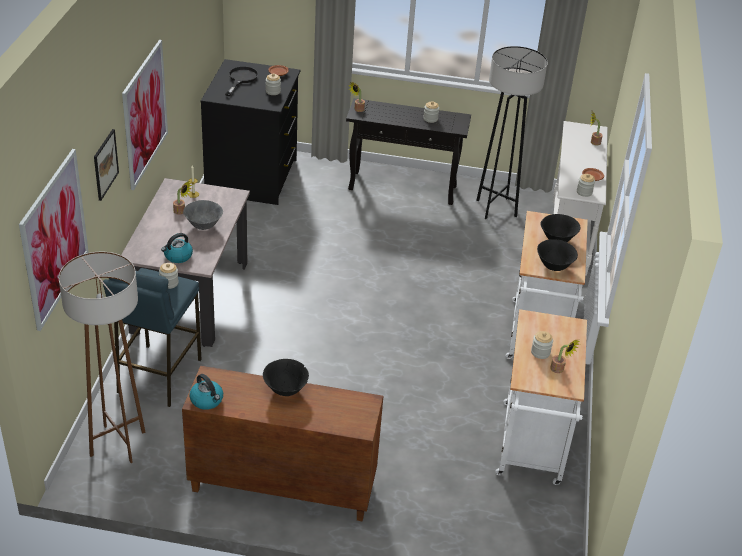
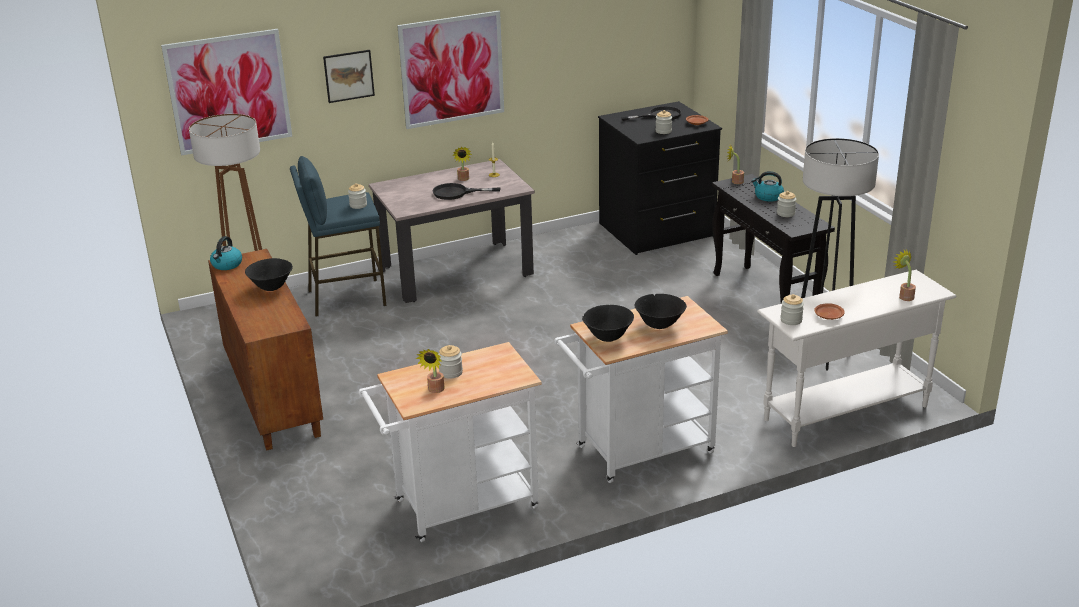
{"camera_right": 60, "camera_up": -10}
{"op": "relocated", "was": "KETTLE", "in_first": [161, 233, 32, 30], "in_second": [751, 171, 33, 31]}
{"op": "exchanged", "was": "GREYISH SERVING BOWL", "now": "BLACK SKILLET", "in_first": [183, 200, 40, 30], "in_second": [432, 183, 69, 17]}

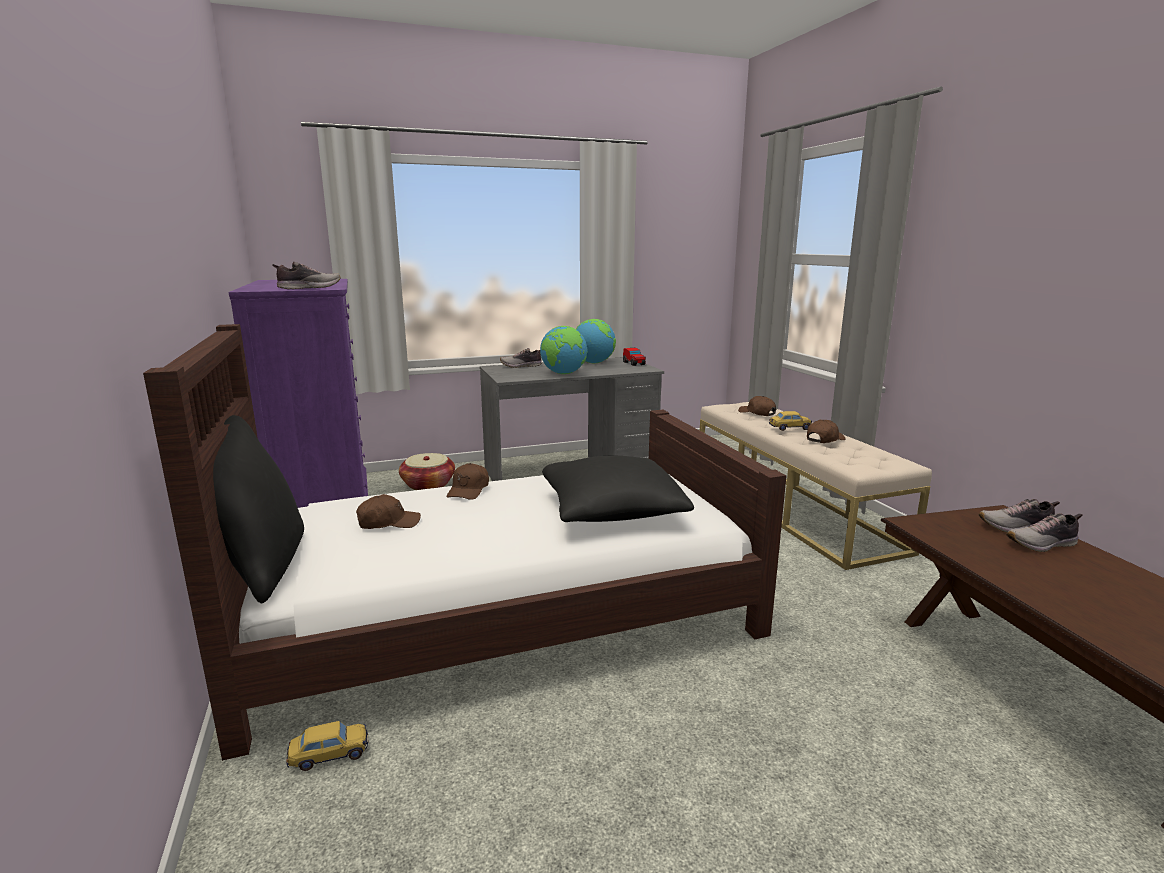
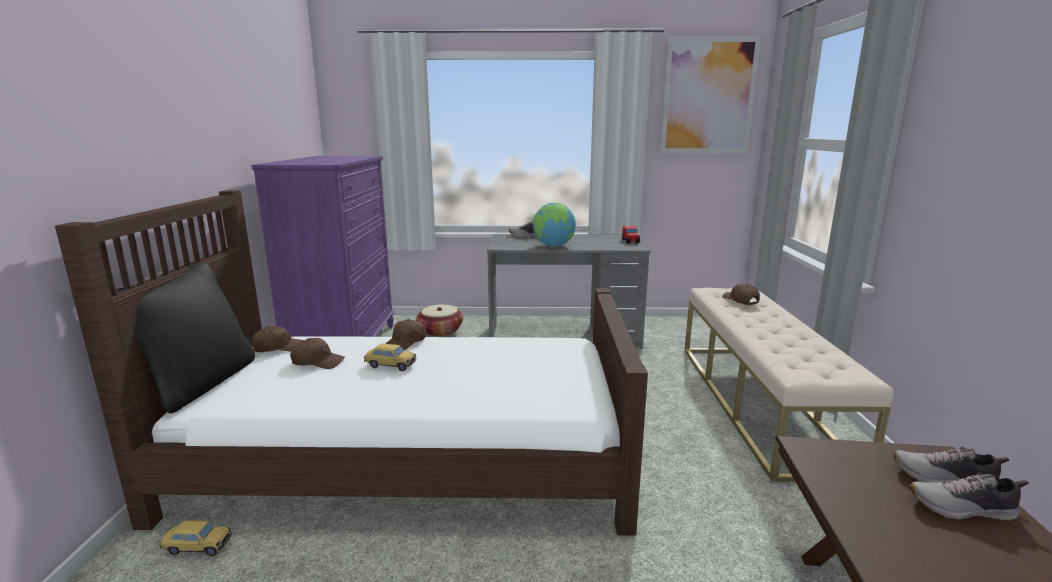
{"camera_right": 20, "camera_up": 0}
{"op": "missing", "was": "LOW SHOE", "in_first": [272, 262, 68, 27]}
{"op": "missing", "was": "BLACK CUSHION", "in_first": [542, 456, 152, 66]}
{"op": "missing", "was": "WORLD GLOBE", "in_first": [576, 319, 40, 44]}
{"op": "appeared", "now": "WALL PICTURE", "in_second": [660, 36, 101, 117]}
{"op": "relocated", "was": "MODEL CAR", "in_first": [769, 411, 43, 20], "in_second": [364, 344, 52, 27]}
{"op": "relocated", "was": "BROWNISH PEAKED CAP", "in_first": [807, 420, 38, 23], "in_second": [251, 325, 53, 27]}

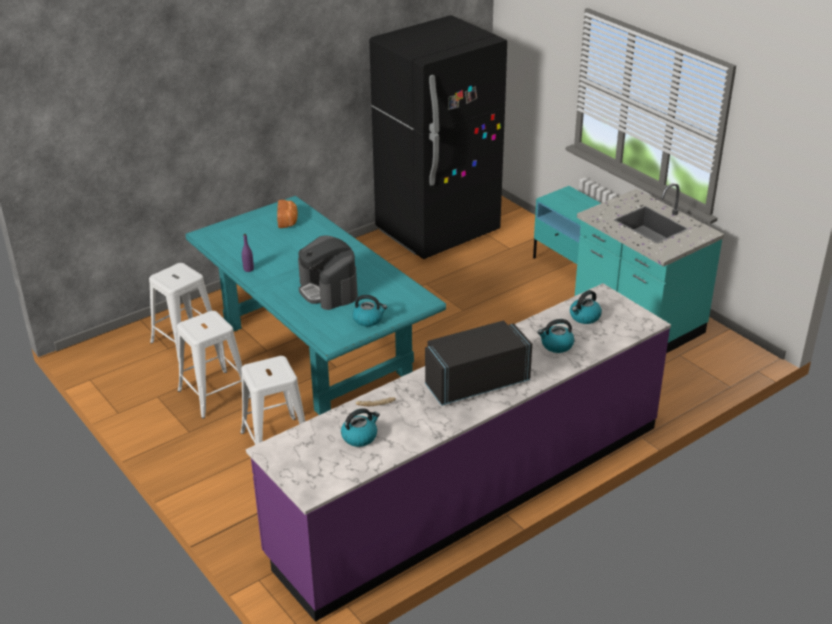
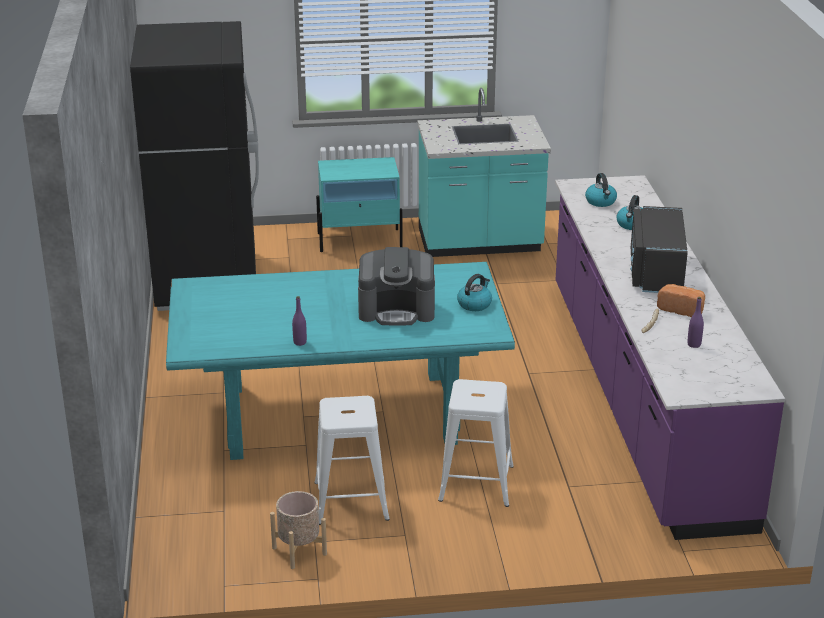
{"camera_right": -60, "camera_up": -5}
{"op": "missing", "was": "WHITE-COLOURED SITTING STOOL", "in_first": [149, 263, 63, 99]}
{"op": "appeared", "now": "BEIGE PLANT POT", "in_second": [270, 491, 57, 78]}
{"op": "relocated", "was": "BAKED BREAD", "in_first": [277, 200, 21, 28], "in_second": [657, 284, 48, 33]}
{"op": "exchanged", "was": "KETTLE", "now": "PURPLISH BEVERAGE BOTTLE", "in_first": [341, 408, 39, 39], "in_second": [688, 297, 16, 51]}

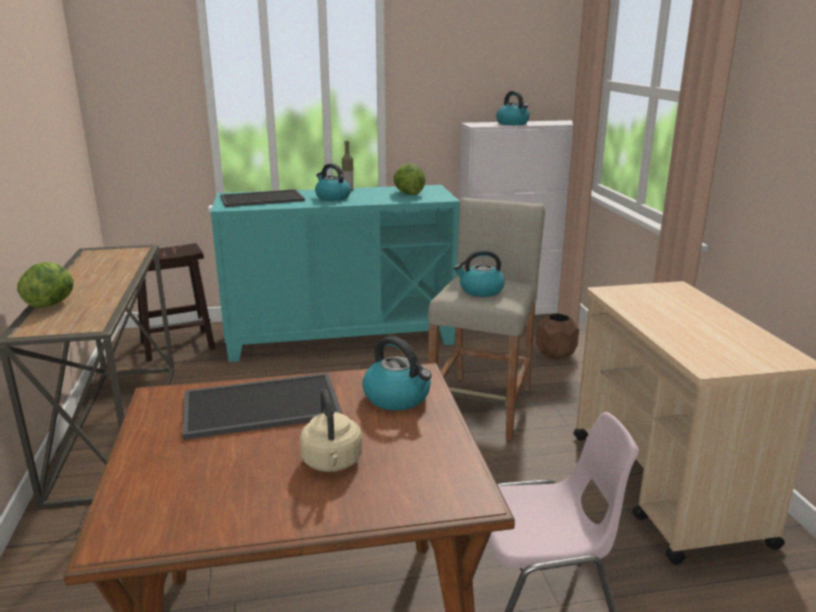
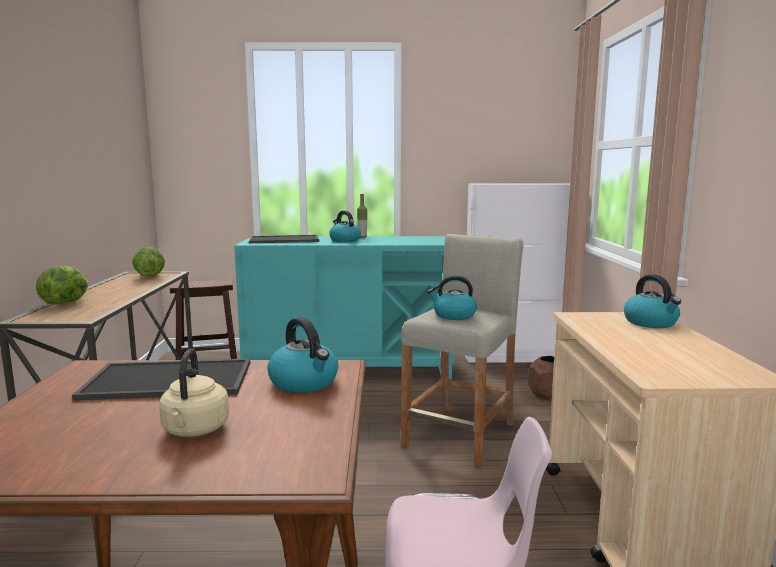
{"camera_right": 10, "camera_up": -10}
{"op": "relocated", "was": "HEAD OF LETTUCE", "in_first": [393, 163, 33, 32], "in_second": [132, 246, 33, 32]}
{"op": "relocated", "was": "KETTLE", "in_first": [496, 91, 34, 34], "in_second": [624, 274, 57, 54]}

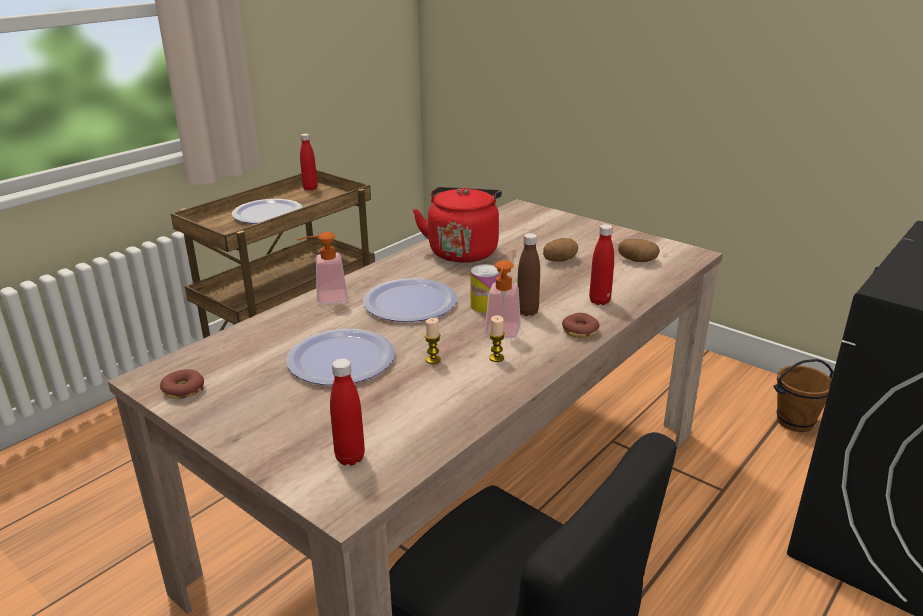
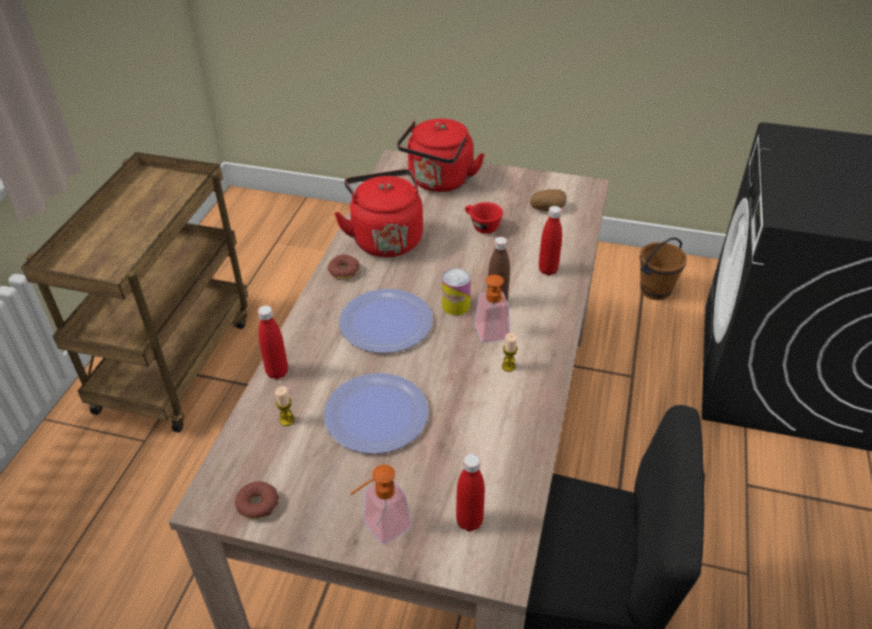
{"camera_right": -25, "camera_up": 15}
{"op": "missing", "was": "DINNER PLATE", "in_first": [232, 199, 71, 25]}
{"op": "appeared", "now": "RED KETTLE", "in_second": [397, 119, 88, 73]}
{"op": "relocated", "was": "LIQUID SOAP BOTTLE", "in_first": [296, 232, 52, 72], "in_second": [350, 465, 62, 79]}
{"op": "relocated", "was": "RED BEVERAGE BOTTLE", "in_first": [300, 134, 18, 56], "in_second": [258, 305, 30, 74]}
{"op": "relocated", "was": "CANDLE", "in_first": [425, 318, 16, 46], "in_second": [275, 386, 20, 40]}
{"op": "relocated", "was": "DONUT", "in_first": [562, 313, 37, 25], "in_second": [328, 255, 32, 25]}
{"op": "exchanged", "was": "WHOLE POTATO", "now": "RED CUP", "in_first": [543, 238, 35, 24], "in_second": [465, 202, 38, 32]}

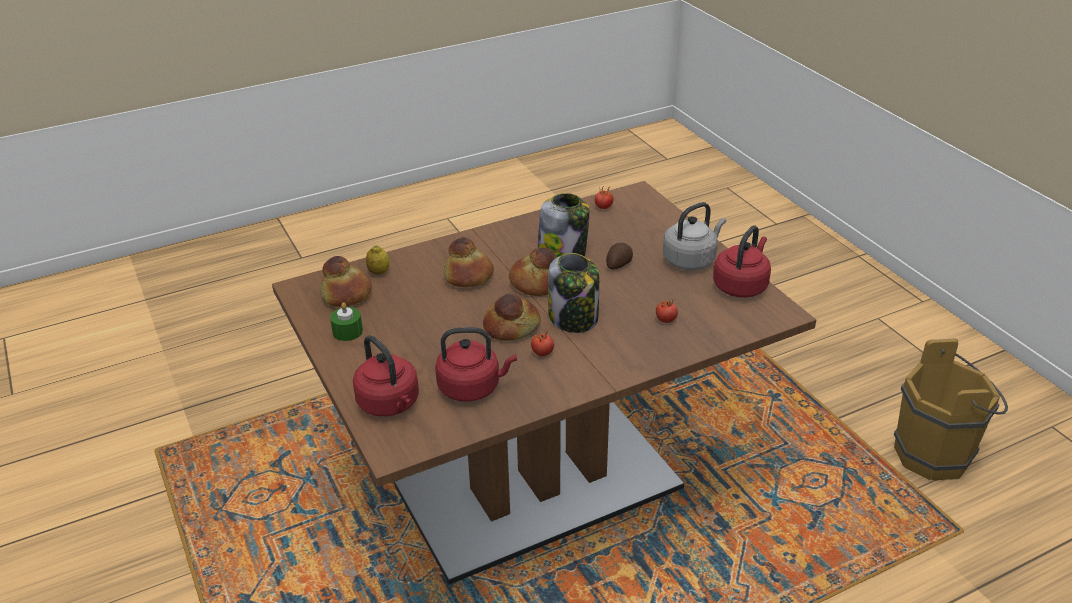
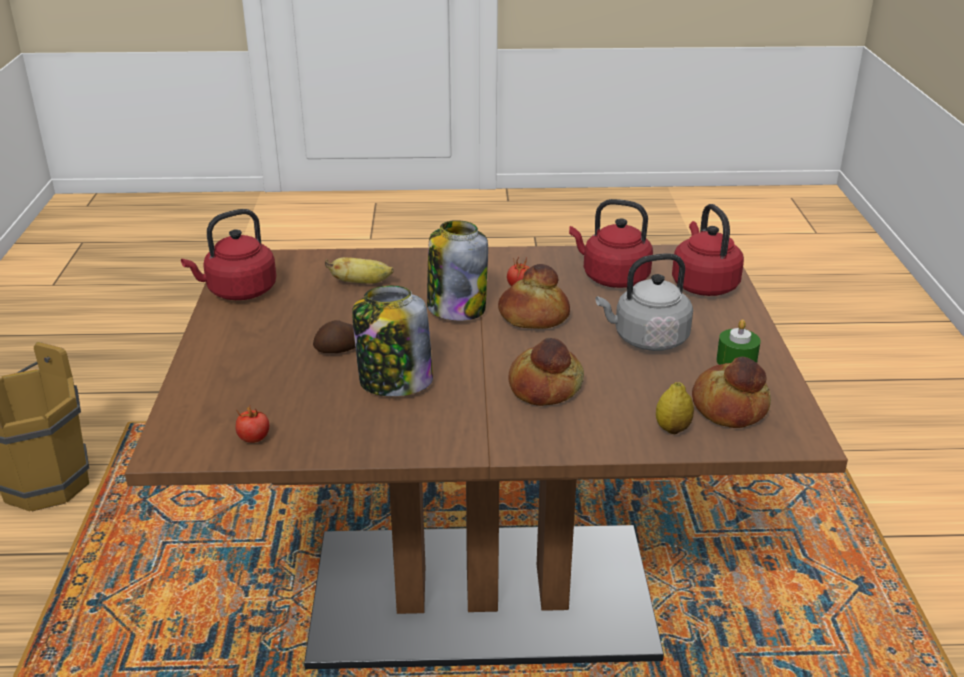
{"camera_right": -155, "camera_up": -5}
{"op": "missing", "was": "BAKED BREAD", "in_first": [509, 248, 47, 48]}
{"op": "relocated", "was": "GREYISH KETTLE", "in_first": [663, 202, 63, 68], "in_second": [596, 254, 97, 97]}
{"op": "exchanged", "was": "FRESH TOMATO", "now": "BANANA", "in_first": [656, 300, 22, 23], "in_second": [325, 257, 69, 27]}

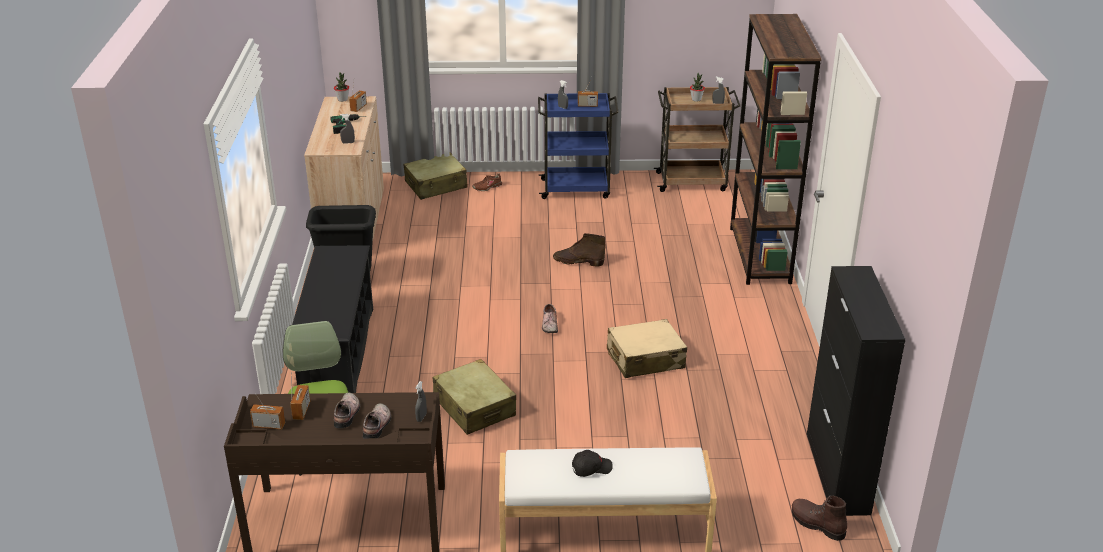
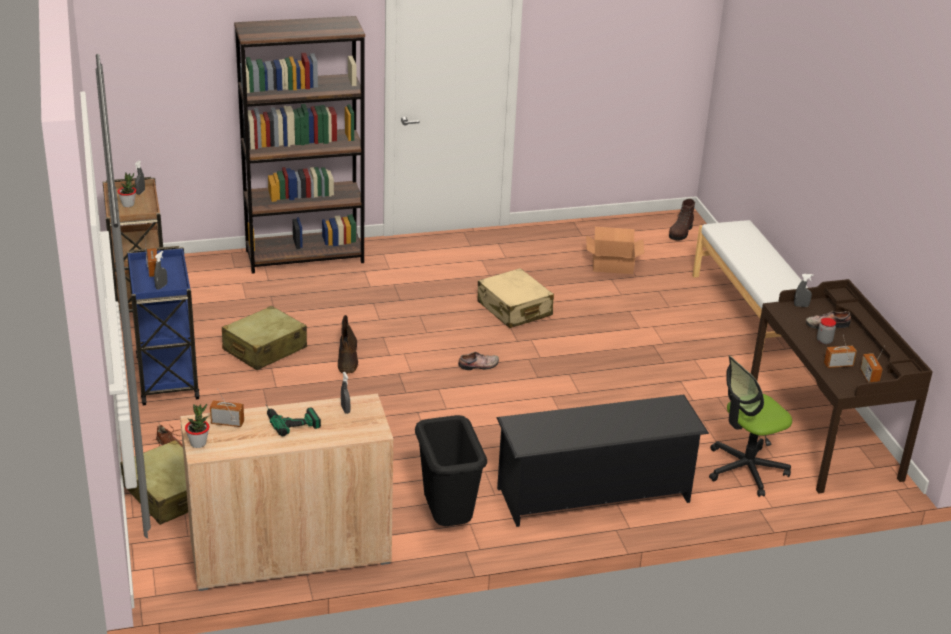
{"camera_right": -105, "camera_up": 0}
{"op": "missing", "was": "BLACK PEAKED CAP", "in_first": [572, 450, 41, 27]}
{"op": "missing", "was": "BLACK CABINET", "in_first": [807, 266, 99, 250]}
{"op": "appeared", "now": "CARDBOARD BOX", "in_second": [586, 227, 58, 47]}
{"op": "relocated", "was": "BEIGE TRAVEL CASE", "in_first": [433, 359, 83, 76], "in_second": [222, 306, 85, 64]}
{"op": "exchanged", "was": "LOW SHOE", "now": "JAR", "in_first": [334, 393, 26, 35], "in_second": [817, 318, 19, 26]}

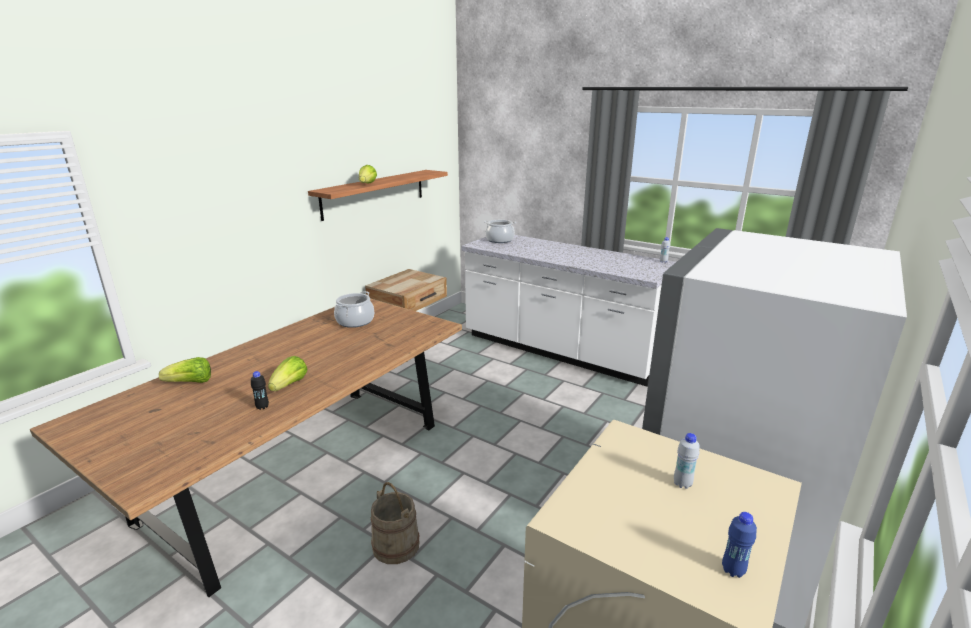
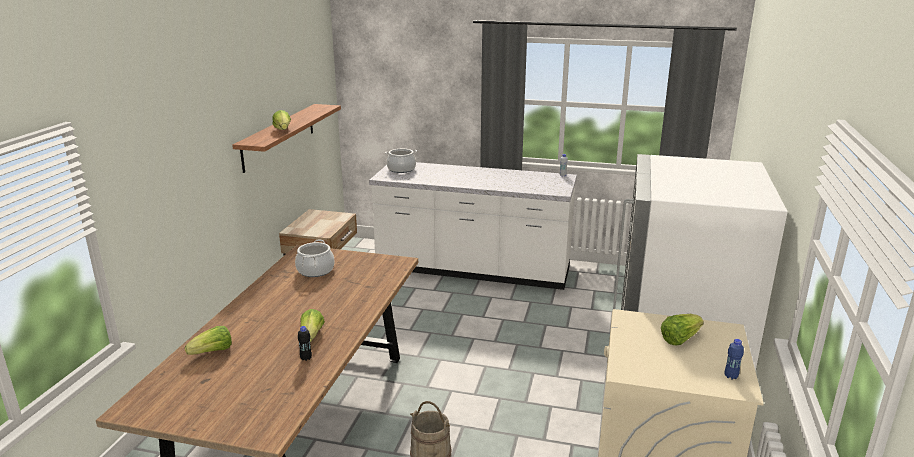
{"camera_right": -20, "camera_up": 0}
{"op": "exchanged", "was": "WHITE-COLOURED BEVERAGE BOTTLE", "now": "HEAD OF LETTUCE", "in_first": [674, 433, 25, 56], "in_second": [661, 314, 43, 31]}

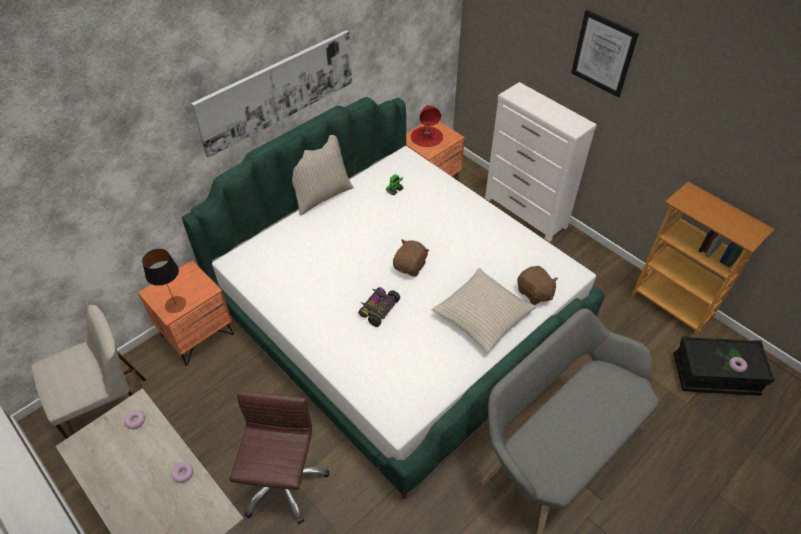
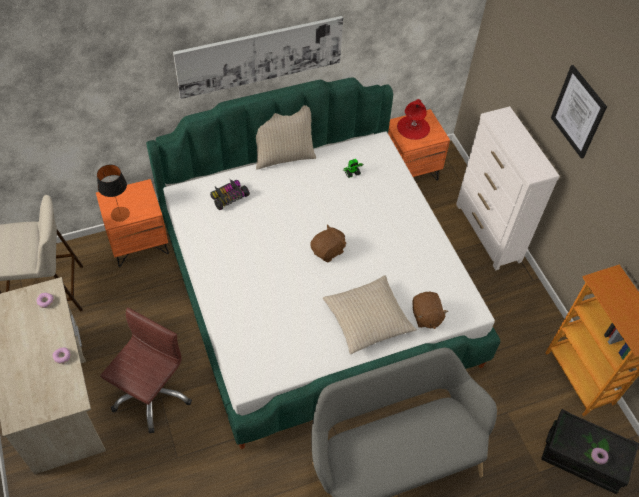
{"camera_right": 20, "camera_up": 5}
{"op": "relocated", "was": "MODEL CAR", "in_first": [358, 287, 42, 40], "in_second": [210, 179, 40, 31]}

